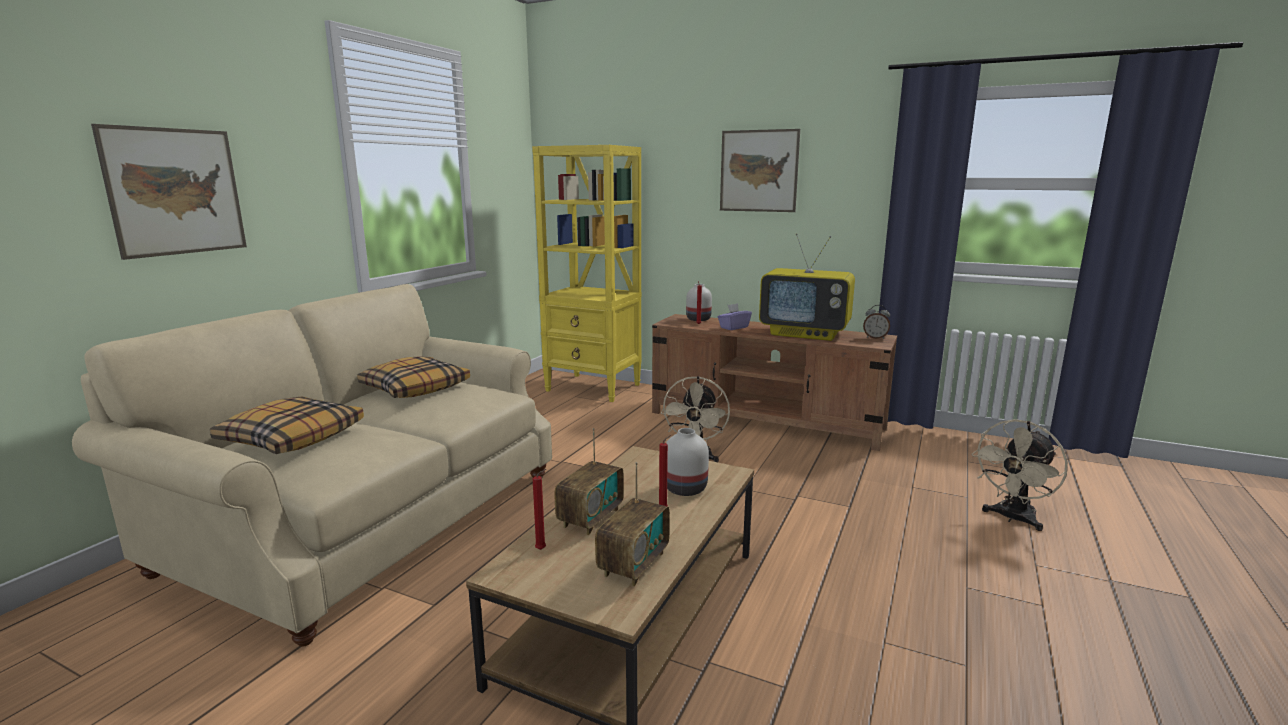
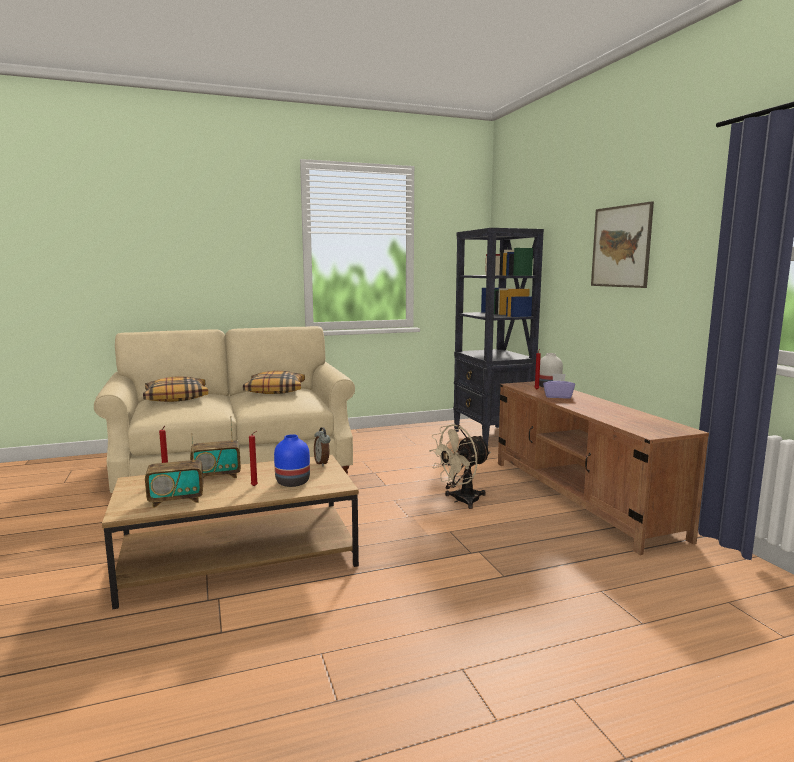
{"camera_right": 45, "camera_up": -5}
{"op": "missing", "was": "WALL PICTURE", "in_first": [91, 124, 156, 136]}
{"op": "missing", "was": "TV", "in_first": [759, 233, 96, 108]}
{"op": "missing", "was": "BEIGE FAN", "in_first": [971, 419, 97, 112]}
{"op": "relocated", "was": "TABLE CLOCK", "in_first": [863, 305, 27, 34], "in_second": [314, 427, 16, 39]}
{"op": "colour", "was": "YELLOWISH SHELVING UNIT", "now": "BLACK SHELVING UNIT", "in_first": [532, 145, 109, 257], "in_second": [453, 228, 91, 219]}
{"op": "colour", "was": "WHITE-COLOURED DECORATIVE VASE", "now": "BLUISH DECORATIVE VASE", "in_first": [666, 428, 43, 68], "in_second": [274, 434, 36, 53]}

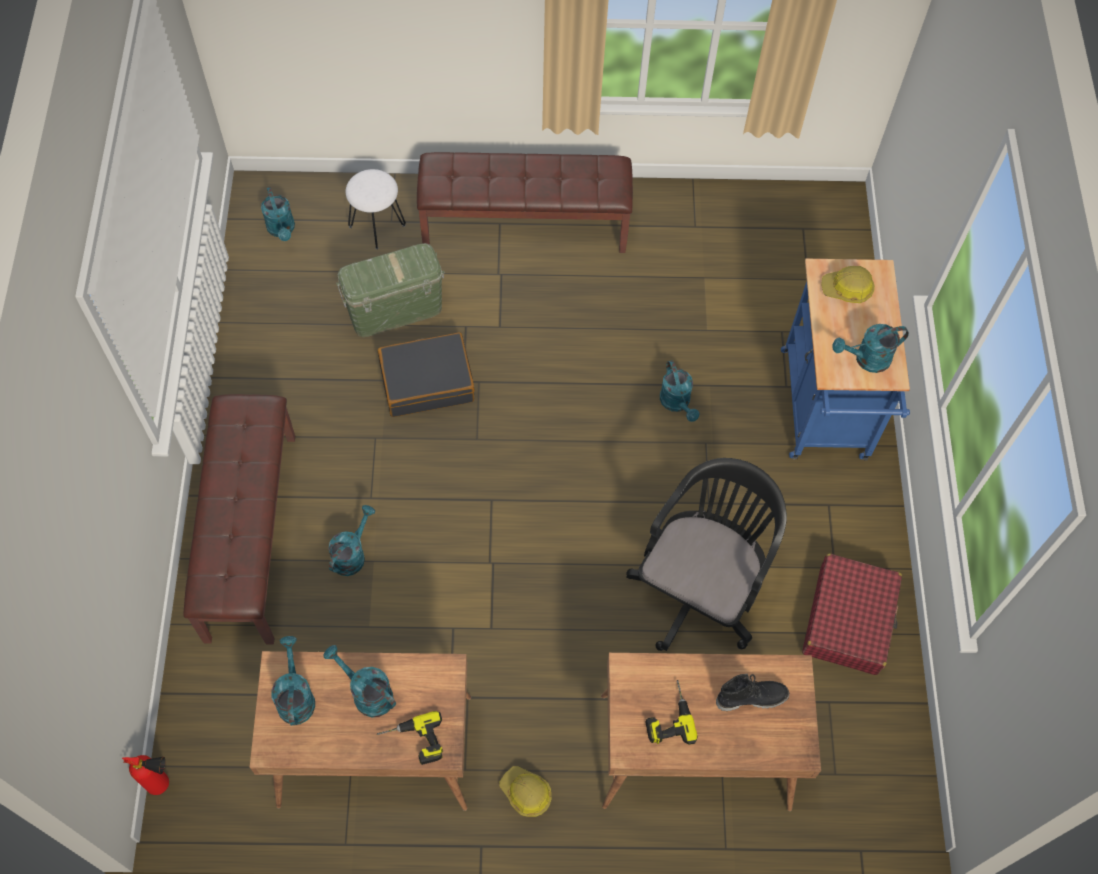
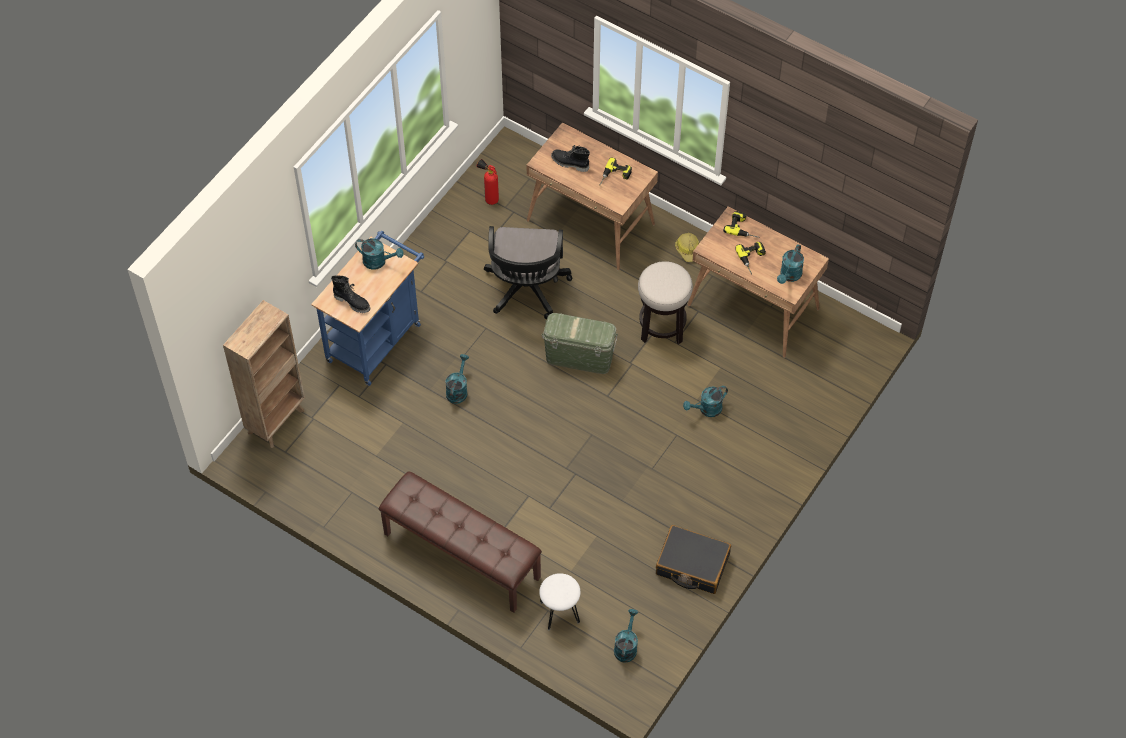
{"camera_right": -145, "camera_up": -5}
{"op": "missing", "was": "BROWNISH INDOOR BENCH", "in_first": [183, 394, 112, 251]}
{"op": "missing", "was": "RED TRAVEL CASE", "in_first": [802, 554, 100, 121]}
{"op": "appeared", "now": "BROWNISH SHELVING UNIT", "in_second": [223, 300, 82, 148]}
{"op": "appeared", "now": "SITTING STOOL", "in_second": [638, 261, 55, 84]}
{"op": "relocated", "was": "FIRE EXTINGUISHER", "in_first": [122, 755, 47, 40], "in_second": [477, 159, 22, 46]}
{"op": "relocated", "was": "GREENISH STORAGE CONTAINER", "in_first": [336, 243, 109, 94], "in_second": [542, 313, 76, 61]}
{"op": "relocated", "was": "BLACK TRAVEL CASE", "in_first": [378, 332, 97, 85], "in_second": [656, 525, 75, 69]}
{"op": "exchanged", "was": "TURQUOISE WATERING CAN", "now": "DRILL", "in_first": [323, 645, 73, 72], "in_second": [736, 242, 30, 32]}
{"op": "exchanged", "was": "HARD HAT", "now": "BLACK BOOT", "in_first": [821, 266, 54, 37], "in_second": [331, 275, 39, 38]}
{"op": "spun", "was": "BLACK OFFICE CHAIR", "in_first": [626, 458, 161, 193], "in_second": [484, 226, 88, 93], "clockwise": -60}

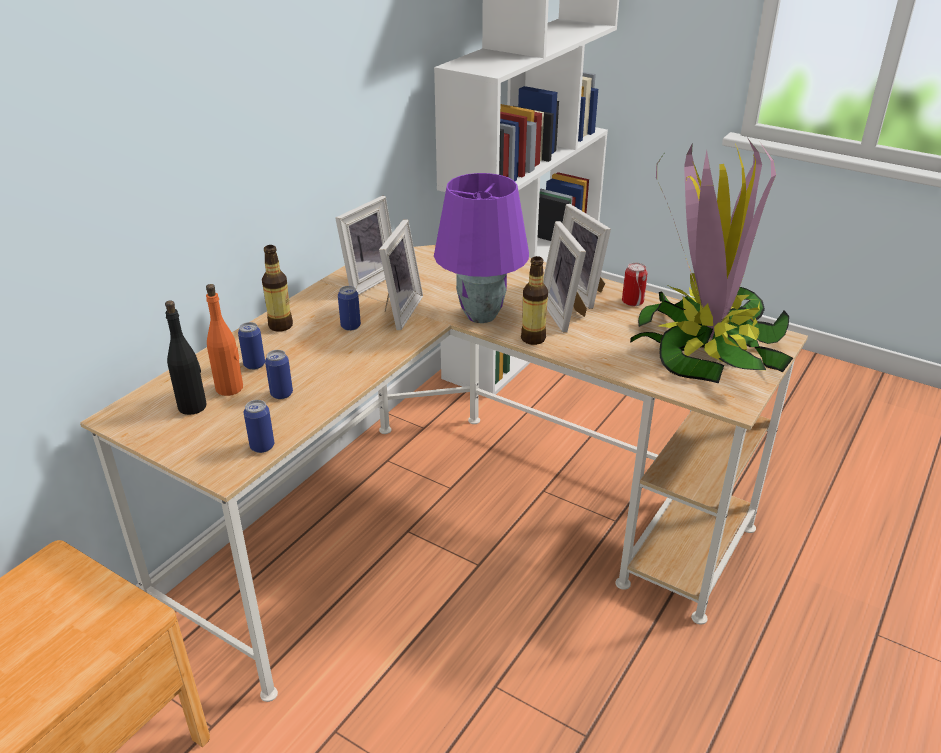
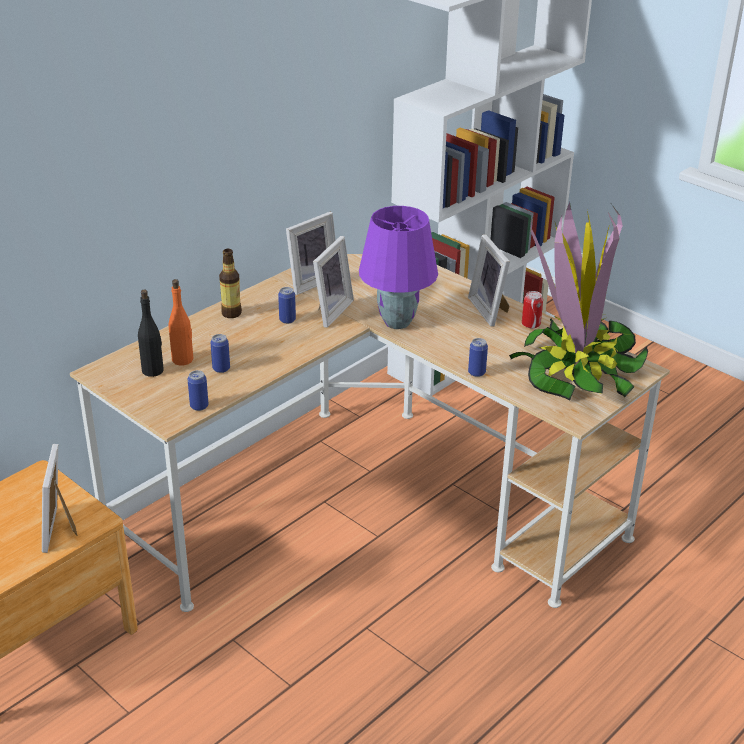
{"camera_right": 10, "camera_up": 0}
{"op": "missing", "was": "BEVERAGE BOTTLE", "in_first": [521, 256, 27, 89]}
{"op": "relocated", "was": "METAL CAN", "in_first": [238, 322, 27, 48], "in_second": [468, 338, 20, 39]}
{"op": "relocated", "was": "PHOTO FRAME", "in_first": [543, 221, 44, 111], "in_second": [42, 444, 35, 109]}

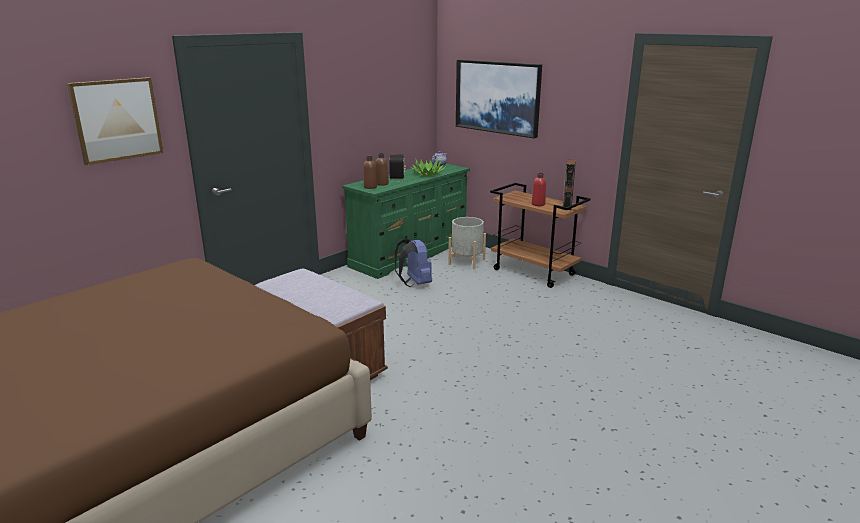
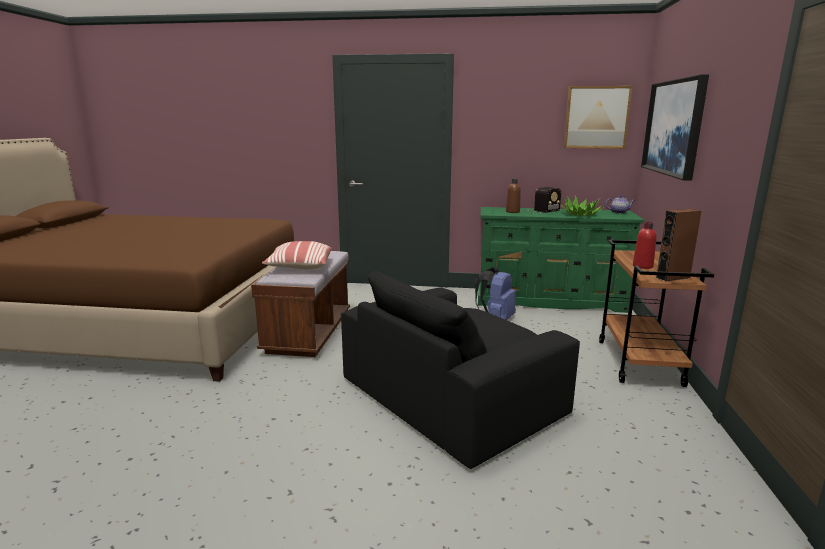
{"camera_right": 55, "camera_up": -5}
{"op": "missing", "was": "BROWNISH BEVERAGE BOTTLE", "in_first": [364, 156, 13, 33]}
{"op": "missing", "was": "GREYISH PLANT POT", "in_first": [448, 217, 38, 52]}
{"op": "appeared", "now": "CUSHION", "in_second": [262, 241, 70, 28]}
{"op": "appeared", "now": "BLACK LOUNGE CHAIR", "in_second": [341, 271, 239, 198]}
{"op": "relocated", "was": "WALL PICTURE", "in_first": [67, 77, 96, 88], "in_second": [564, 86, 69, 63]}

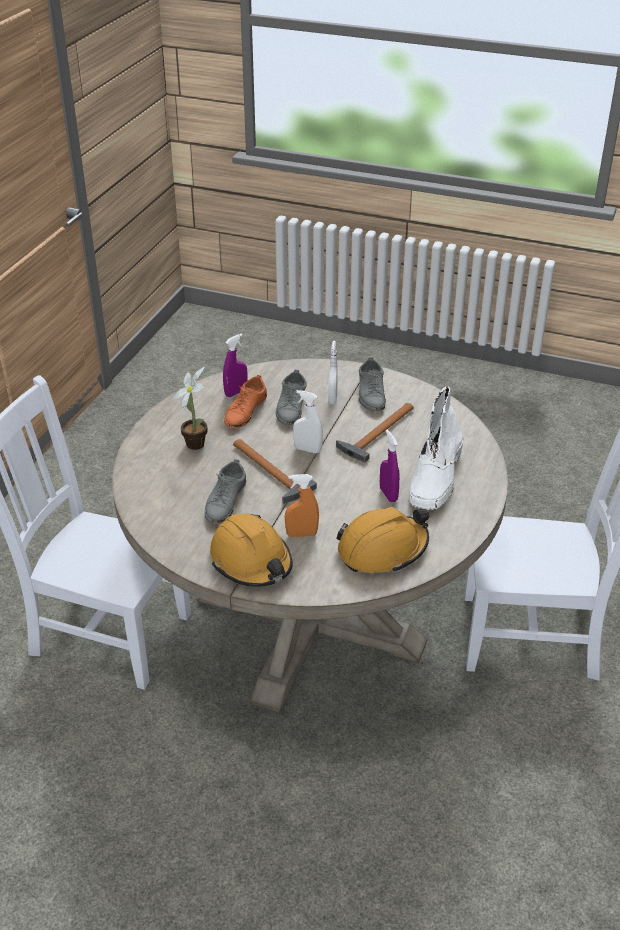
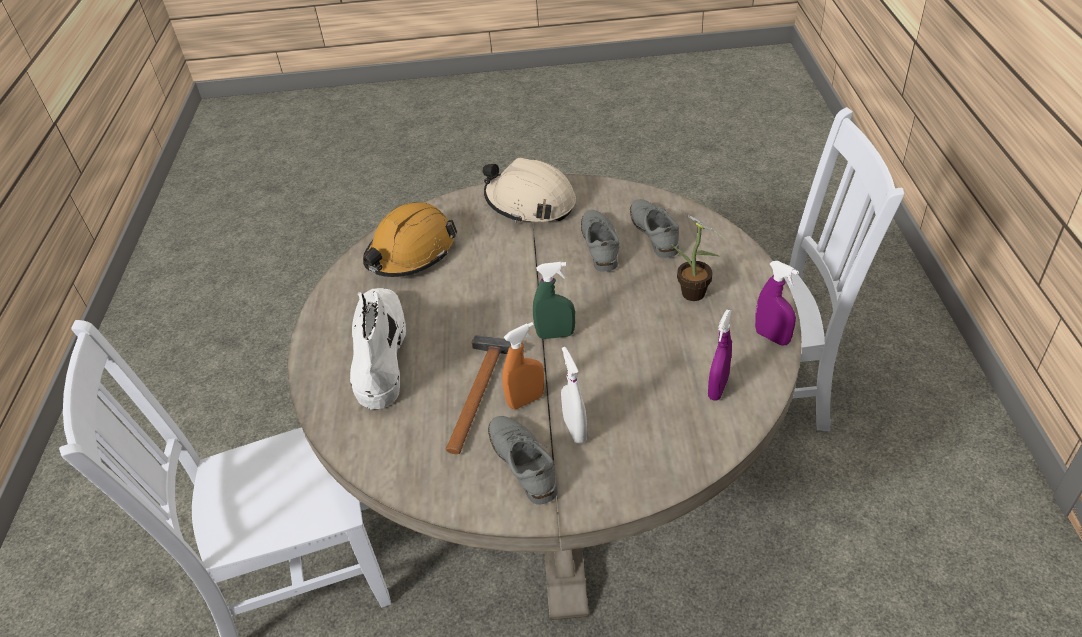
{"camera_right": 160, "camera_up": 5}
{"op": "missing", "was": "ORANGEY LOW SHOE", "in_first": [224, 375, 43, 53]}
{"op": "missing", "was": "HAND HAMMER", "in_first": [233, 439, 84, 65]}
{"op": "relocated", "was": "GREYISH LOW SHOE", "in_first": [276, 370, 31, 55], "in_second": [630, 199, 49, 59]}
{"op": "relocated", "was": "ORANGEY SPRAY BOTTLE", "in_first": [285, 474, 34, 63], "in_second": [502, 322, 42, 87]}
{"op": "relocated", "was": "PURPLISH SPRAY BOTTLE", "in_first": [380, 430, 20, 72], "in_second": [755, 261, 44, 85]}
{"op": "colour", "was": "ORANGEY HARD HAT", "now": "BEIGE HARD HAT", "in_first": [210, 514, 83, 73], "in_second": [482, 158, 94, 65]}
{"op": "colour", "was": "WHITE-COLOURED SPRAY BOTTLE", "now": "GREENISH SPRAY BOTTLE", "in_first": [293, 390, 30, 63], "in_second": [533, 262, 42, 77]}

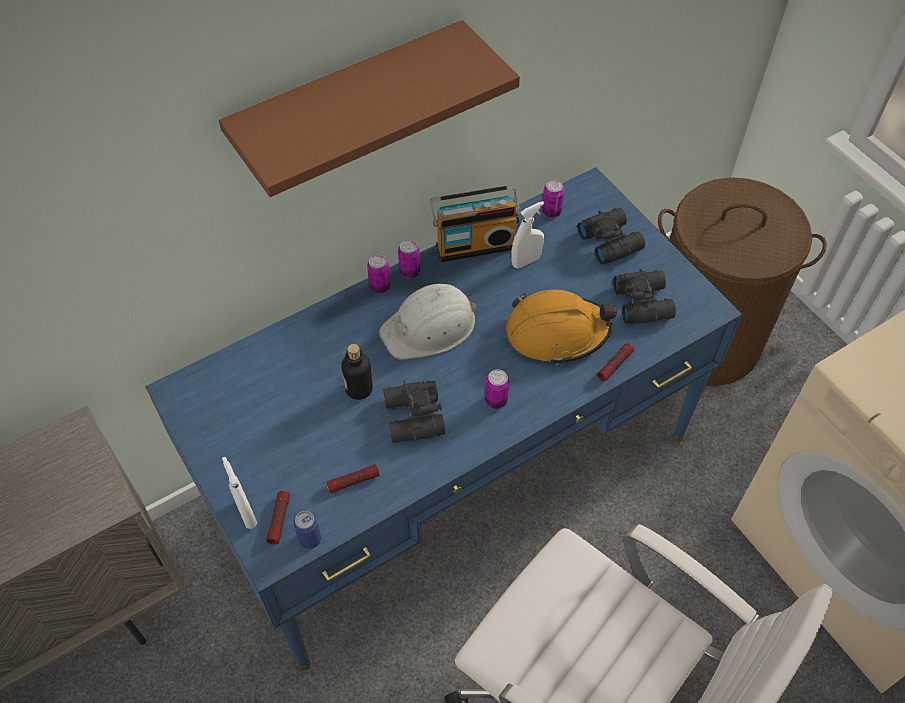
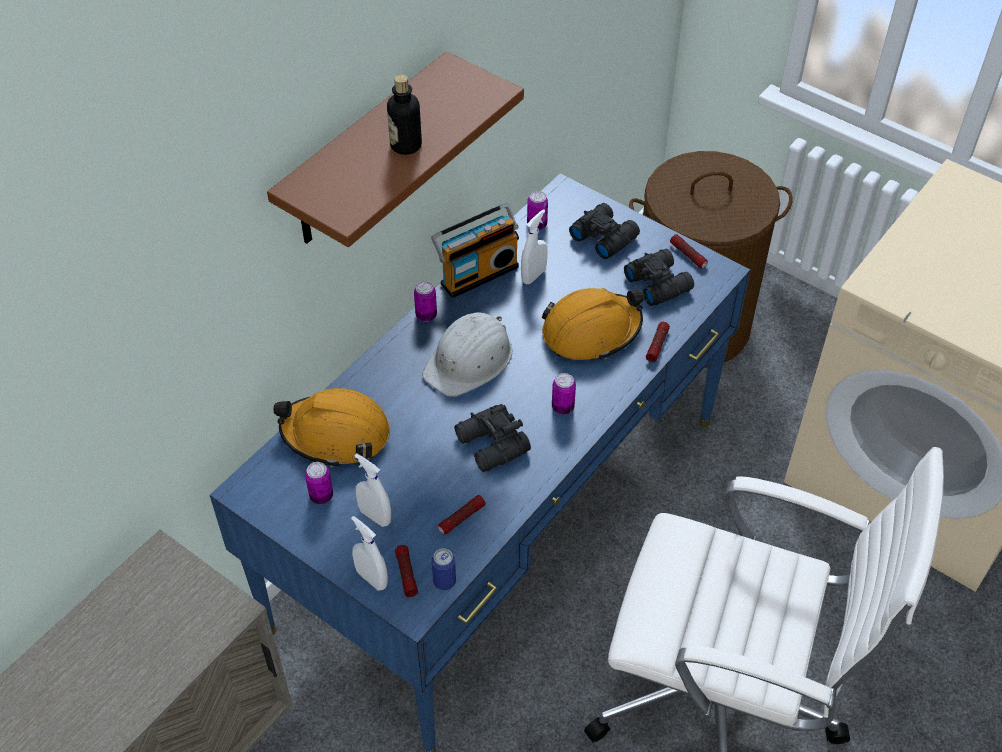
{"camera_right": -20, "camera_up": -5}
{"op": "appeared", "now": "ORANGEY HARD HAT", "in_second": [273, 388, 117, 80]}
{"op": "appeared", "now": "WHITE-COLOURED SPRAY BOTTLE", "in_second": [355, 453, 36, 74]}
{"op": "appeared", "now": "FLASHLIGHT", "in_second": [670, 234, 38, 34]}
{"op": "relocated", "was": "BEVERAGE BOTTLE", "in_first": [342, 344, 31, 56], "in_second": [387, 74, 35, 81]}
{"op": "relocated", "was": "METAL CAN", "in_first": [367, 255, 23, 38], "in_second": [305, 462, 28, 42]}

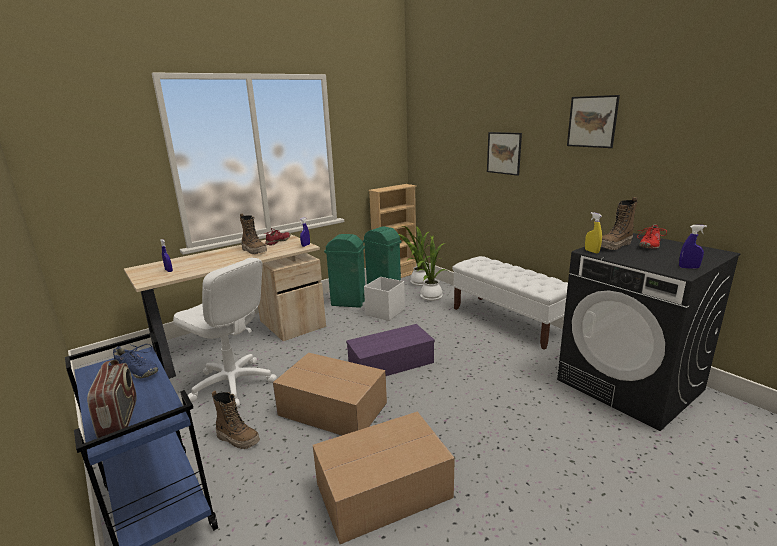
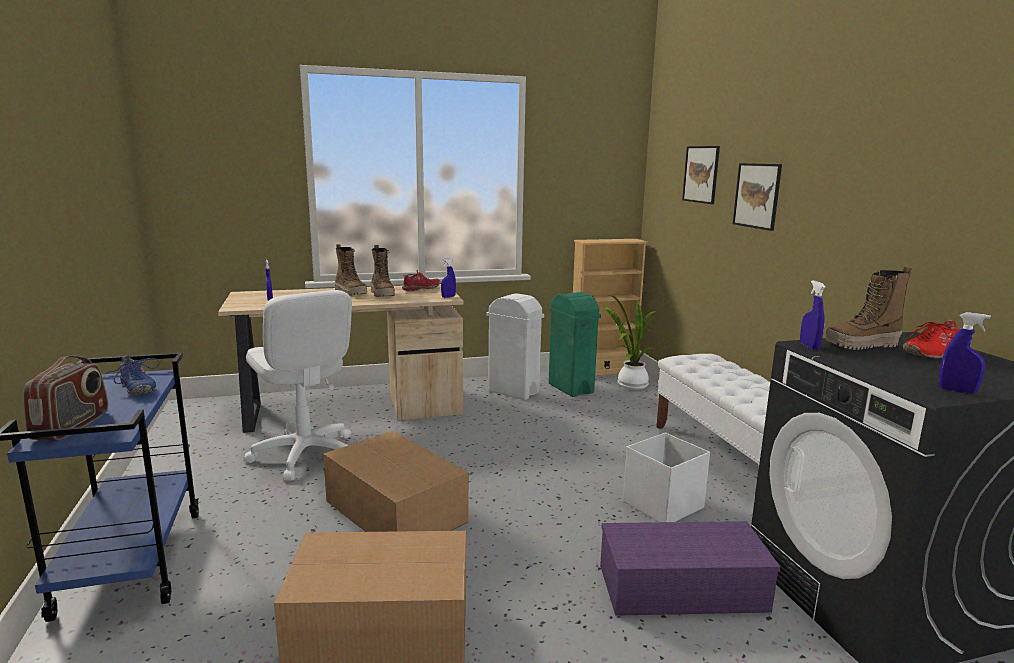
{"camera_right": 20, "camera_up": -5}
{"op": "missing", "was": "HOUSEPLANT", "in_first": [407, 234, 42, 67]}
{"op": "relocated", "was": "BOOT", "in_first": [212, 391, 48, 58], "in_second": [335, 244, 32, 52]}
{"op": "relocated", "was": "PURPLISH STORAGE CONTAINER", "in_first": [346, 324, 89, 52], "in_second": [600, 521, 181, 95]}
{"op": "relocated", "was": "WHITE-COLOURED STORAGE CONTAINER", "in_first": [364, 277, 41, 44], "in_second": [623, 433, 87, 89]}
{"op": "relocated", "was": "WALL PICTURE", "in_first": [567, 95, 53, 53], "in_second": [682, 146, 38, 58]}
{"op": "colour", "was": "GREENISH RUBBISH BIN", "now": "WHITE-COLOURED RUBBISH BIN", "in_first": [324, 234, 41, 74], "in_second": [486, 293, 58, 107]}
{"op": "colour", "was": "YELLOWISH SPRAY BOTTLE", "now": "BLUISH SPRAY BOTTLE", "in_first": [585, 212, 17, 41], "in_second": [800, 280, 26, 70]}

